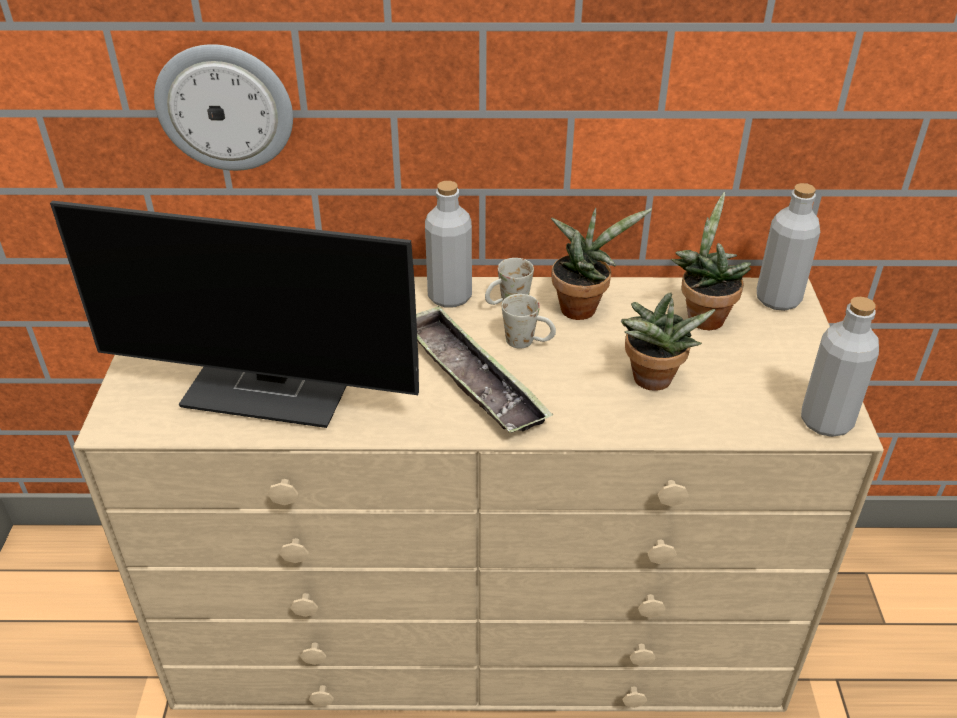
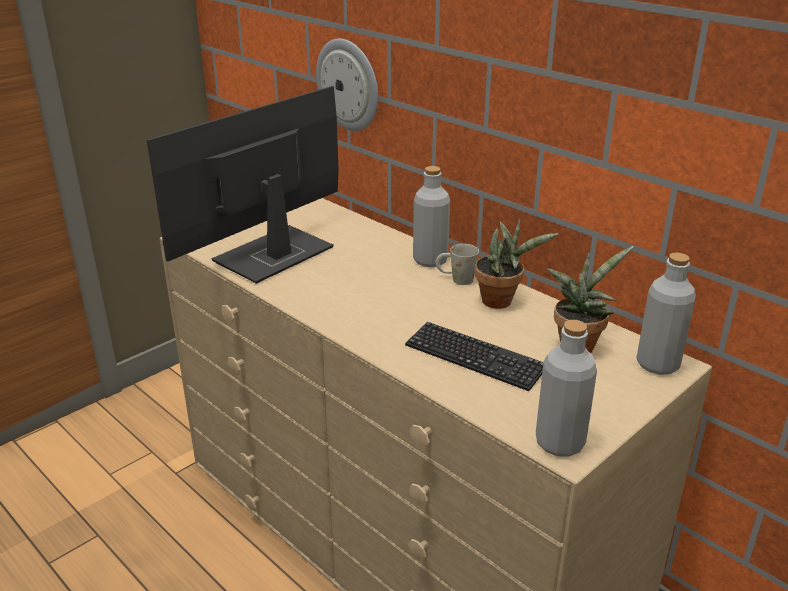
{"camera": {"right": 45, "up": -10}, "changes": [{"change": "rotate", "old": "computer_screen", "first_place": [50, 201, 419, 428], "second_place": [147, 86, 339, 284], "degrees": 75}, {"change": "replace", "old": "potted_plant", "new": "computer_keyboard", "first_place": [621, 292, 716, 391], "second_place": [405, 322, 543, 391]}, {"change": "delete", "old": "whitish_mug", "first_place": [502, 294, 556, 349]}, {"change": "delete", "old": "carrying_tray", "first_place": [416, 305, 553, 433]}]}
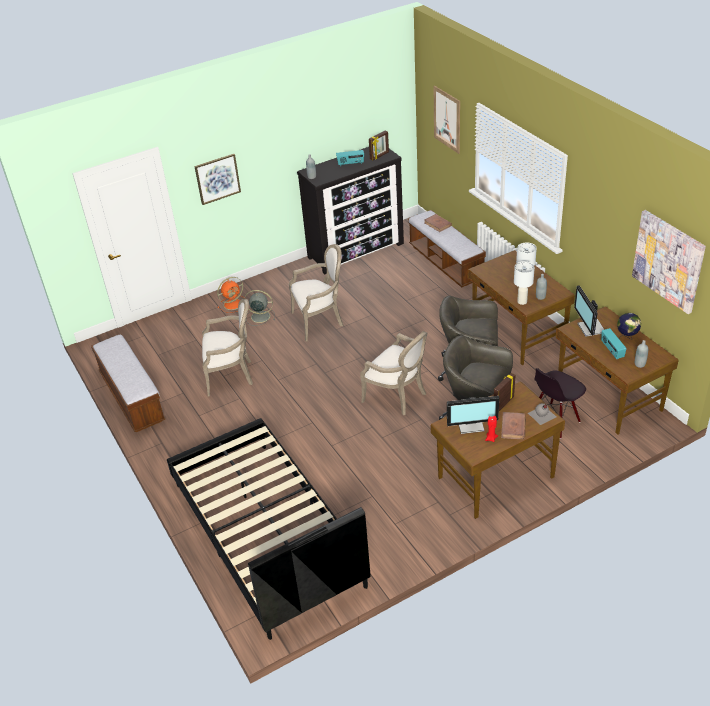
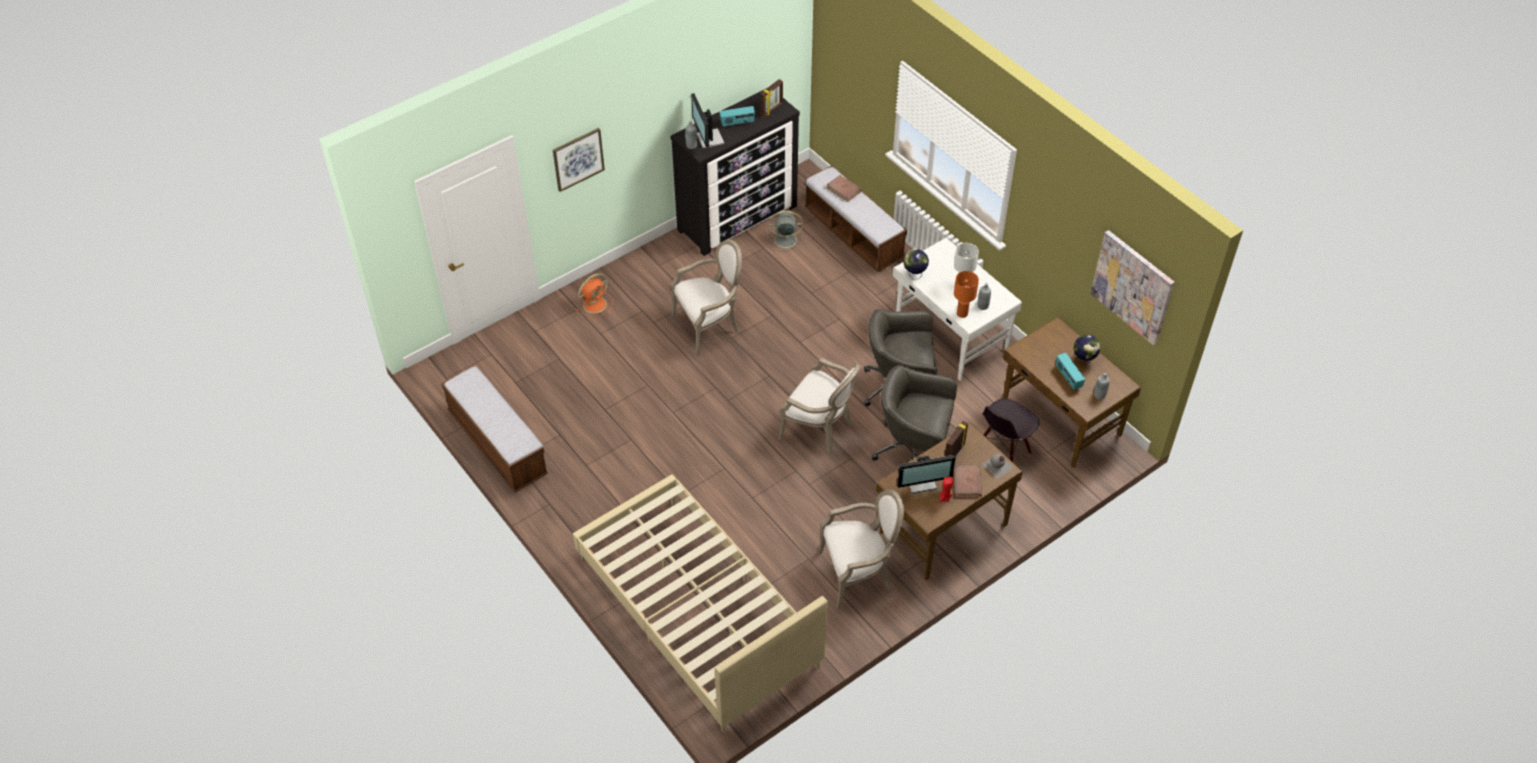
{"camera": {"right": -10, "up": 10}, "changes": [{"change": "delete", "old": "wall_art", "first_place": [434, 86, 460, 154]}, {"change": "recolor", "old": "brownish_desk_unit", "new": "whitish_desk_unit", "first_place": [468, 250, 575, 365], "second_place": [893, 238, 1022, 381]}, {"change": "recolor", "old": "whitish_tabletop_lamp", "new": "orange_tabletop_lamp", "first_place": [514, 261, 535, 305], "second_place": [954, 271, 979, 318]}, {"change": "move", "old": "computer_screen", "first_place": [574, 285, 605, 337], "second_place": [691, 93, 725, 148]}, {"change": "move", "old": "gray_electric_fan", "first_place": [244, 290, 275, 326], "second_place": [768, 211, 804, 252]}, {"change": "move", "old": "lounge_chair", "first_place": [202, 299, 253, 397], "second_place": [818, 489, 904, 610]}, {"change": "recolor", "old": "black-coloured_bed", "new": "beige-coloured_bed", "first_place": [167, 418, 371, 640], "second_place": [573, 474, 828, 733]}, {"change": "insert", "new": "world_globe", "second_place": [903, 249, 929, 279]}]}
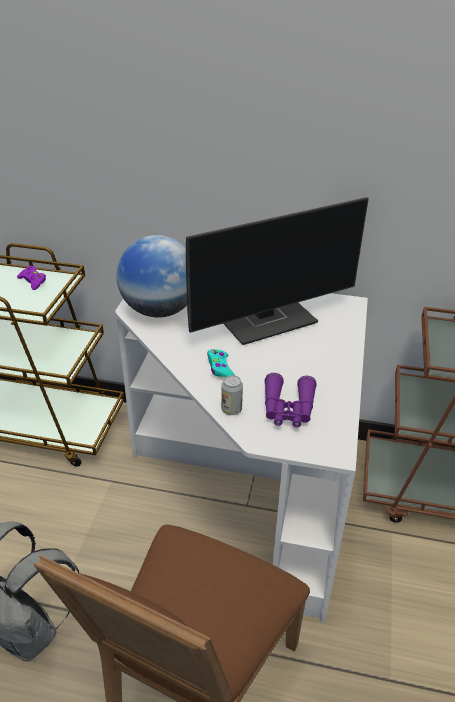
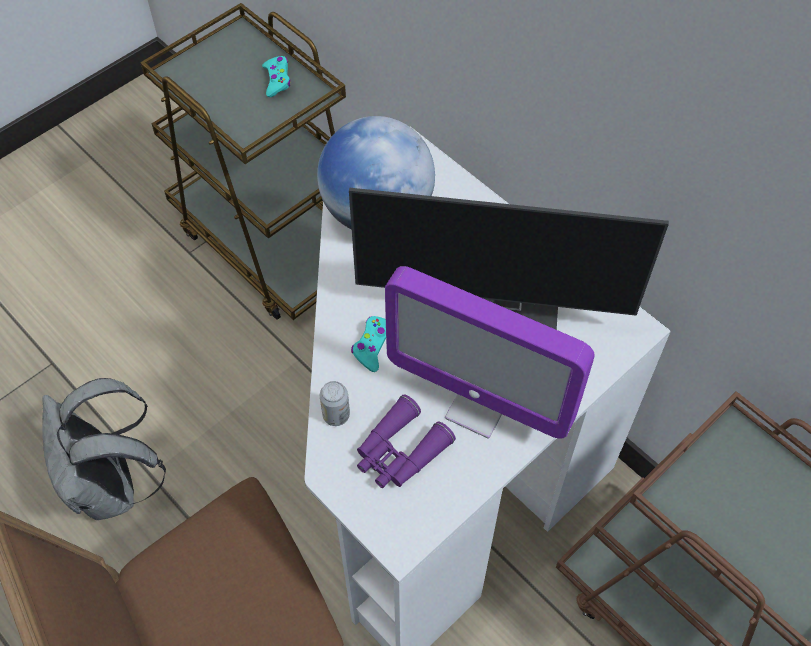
{"camera": {"right": 35, "up": 20}, "changes": [{"change": "recolor", "old": "purple_joypad", "new": "turquoise_joypad", "first_place": [17, 266, 46, 290], "second_place": [262, 56, 290, 97]}, {"change": "insert", "new": "computer_screen", "second_place": [385, 266, 595, 439]}]}
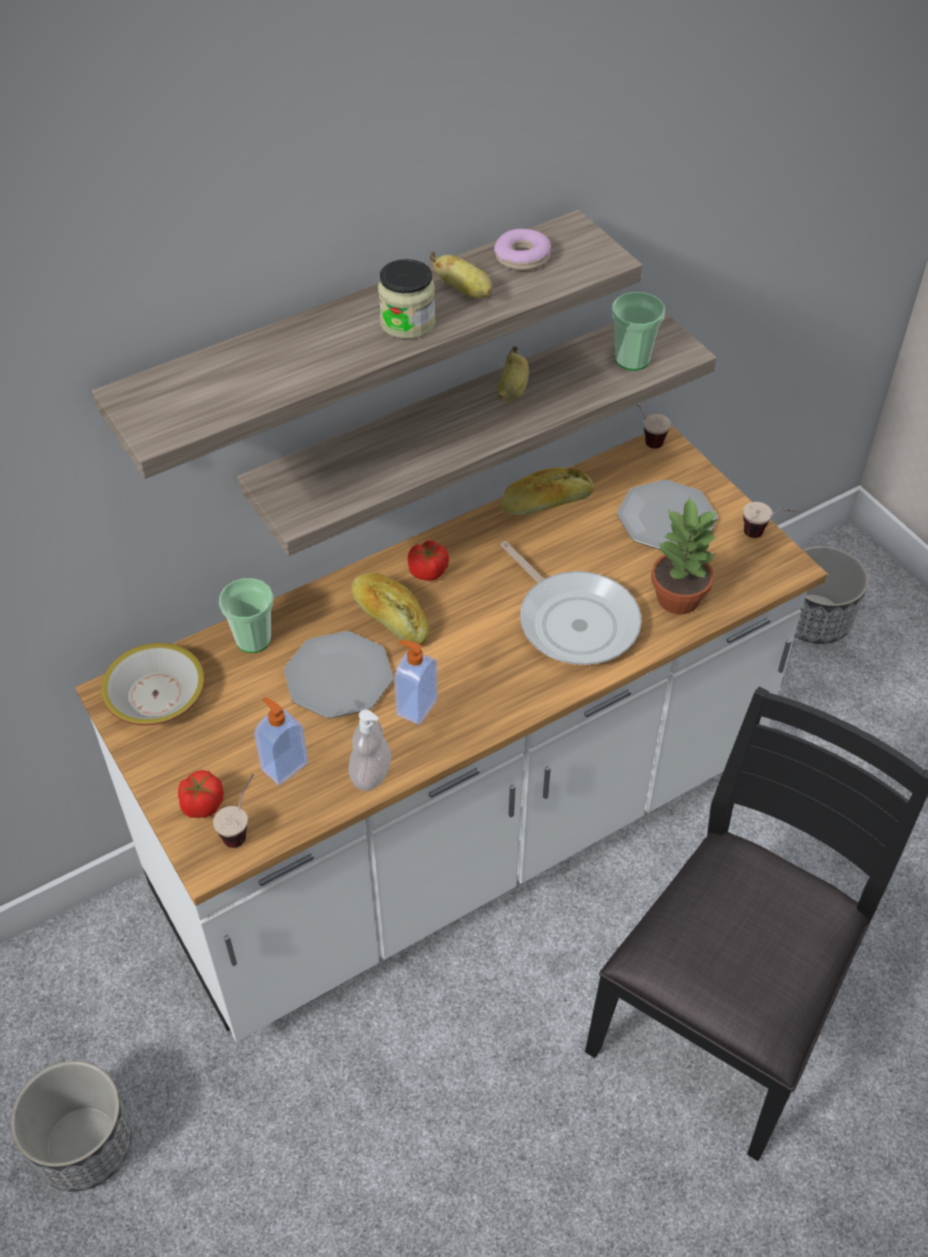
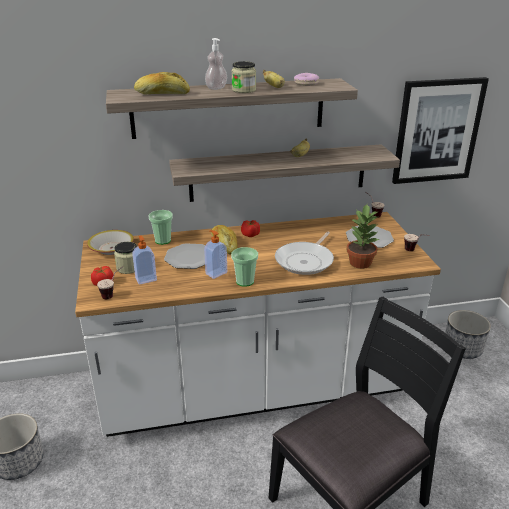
{"camera": {"right": 20, "up": -20}, "changes": [{"change": "move", "old": "small_cup", "first_place": [612, 292, 665, 371], "second_place": [231, 247, 258, 287]}, {"change": "move", "old": "baked_bread", "first_place": [500, 468, 594, 515], "second_place": [134, 72, 190, 94]}, {"change": "rotate", "old": "frying_pan", "first_place": [501, 541, 641, 665], "second_place": [275, 232, 334, 275], "degrees": 45}, {"change": "move", "old": "soap_dispenser", "first_place": [348, 710, 391, 791], "second_place": [205, 38, 227, 90]}, {"change": "insert", "new": "wall_art", "second_place": [392, 77, 489, 184]}, {"change": "insert", "new": "preserve_jar", "second_place": [114, 242, 137, 274]}]}
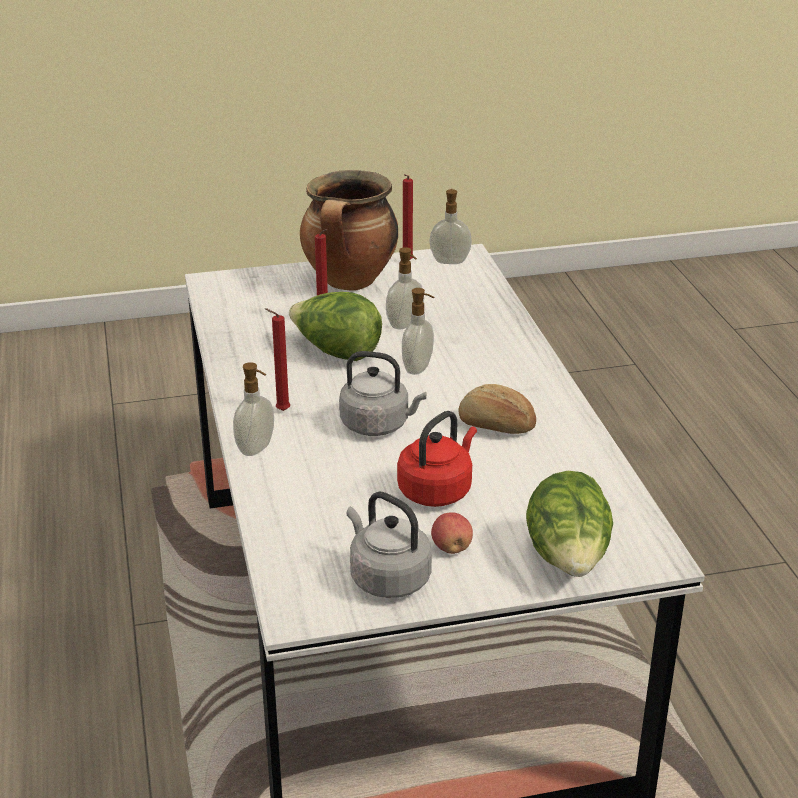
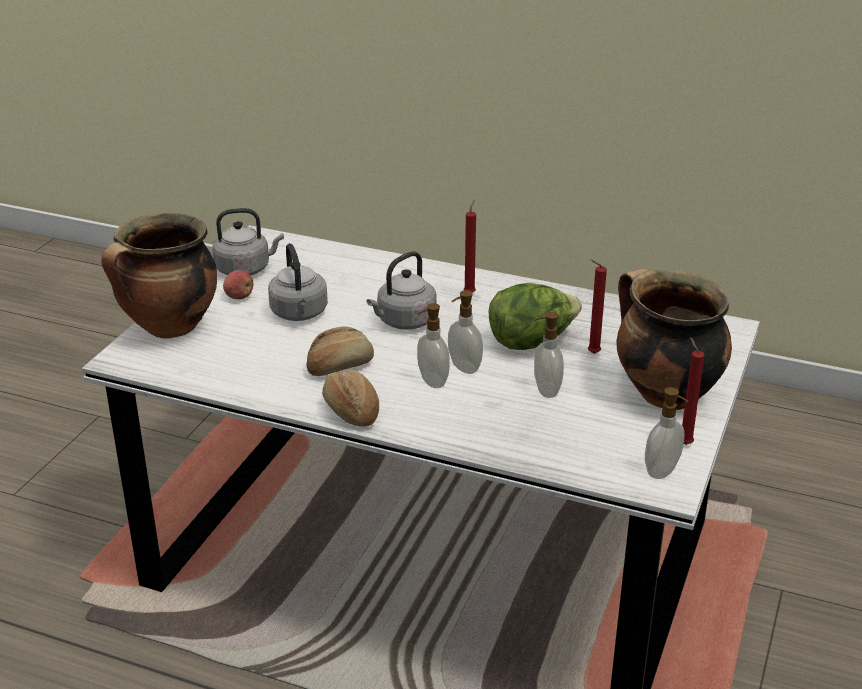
{"camera": {"right": 125, "up": 0}, "changes": [{"change": "move", "old": "soap_dispenser", "first_place": [233, 362, 274, 456], "second_place": [417, 303, 450, 388]}, {"change": "recolor", "old": "red-coloured_tea_kettle", "new": "gray_tea_kettle", "first_place": [397, 411, 477, 507], "second_place": [268, 243, 328, 321]}, {"change": "replace", "old": "lettuce_head", "new": "stockpot", "first_place": [526, 471, 613, 577], "second_place": [101, 213, 217, 338]}, {"change": "insert", "new": "baked_bread", "second_place": [322, 370, 379, 427]}]}
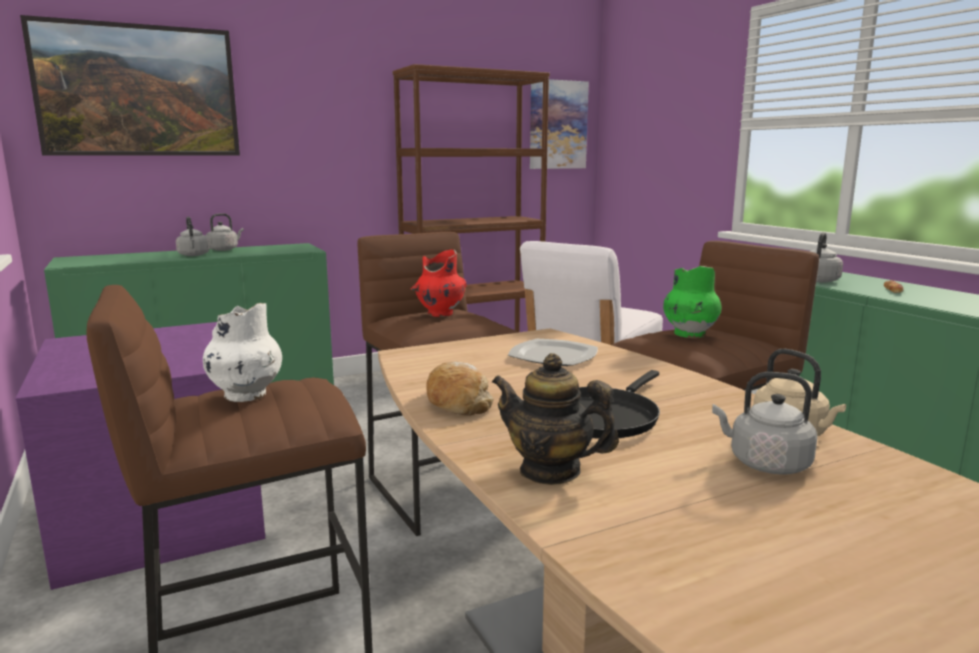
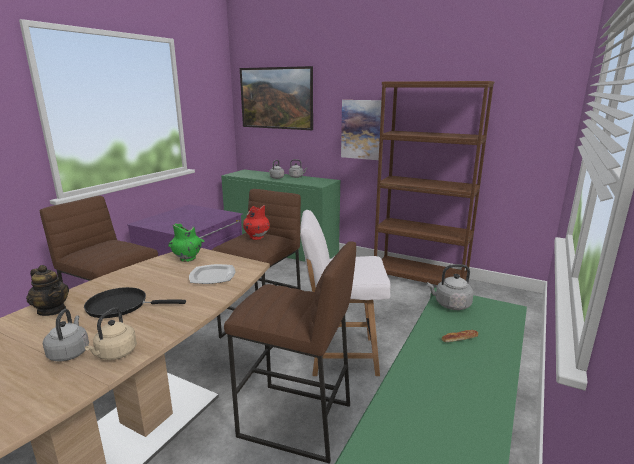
{"camera": {"right": 55, "up": 5}, "changes": [{"change": "move", "old": "wall_art", "first_place": [530, 79, 589, 169], "second_place": [341, 100, 381, 160]}, {"change": "move", "old": "green_flower_vase", "first_place": [663, 266, 721, 338], "second_place": [168, 223, 205, 262]}, {"change": "delete", "old": "whitish_flower_vase", "first_place": [203, 303, 282, 402]}, {"change": "rotate", "old": "tea_pot", "first_place": [492, 353, 619, 485], "second_place": [26, 265, 69, 316], "degrees": 135}, {"change": "delete", "old": "baked_bread", "first_place": [426, 362, 494, 415]}]}
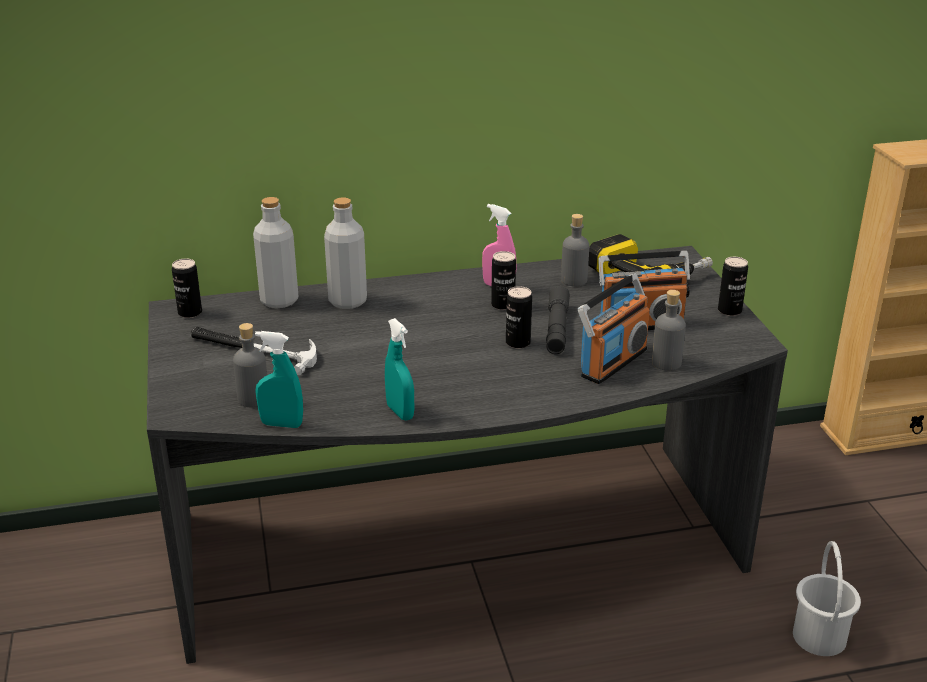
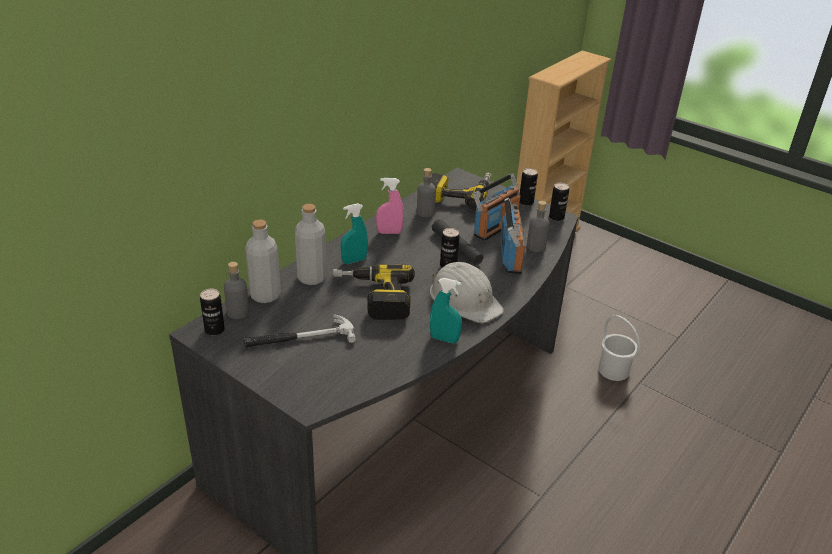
{"camera": {"right": -40, "up": 5}, "changes": [{"change": "move", "old": "sealed_can", "first_place": [491, 251, 516, 310], "second_place": [549, 183, 569, 221]}, {"change": "move", "old": "gray_beverage_bottle", "first_place": [233, 323, 267, 407], "second_place": [224, 262, 249, 319]}, {"change": "move", "old": "turquoise_sprayer", "first_place": [255, 331, 303, 428], "second_place": [341, 203, 368, 264]}, {"change": "insert", "new": "whitish_safety_helmet", "second_place": [430, 262, 504, 323]}, {"change": "insert", "new": "power_drill", "second_place": [333, 265, 415, 320]}]}
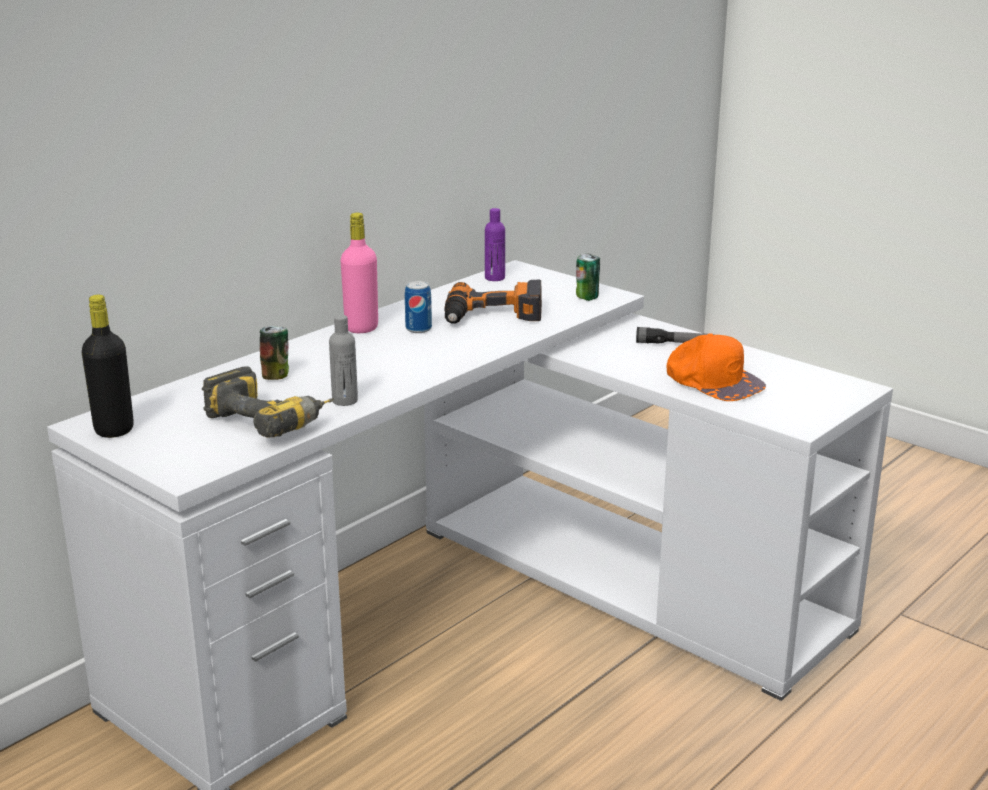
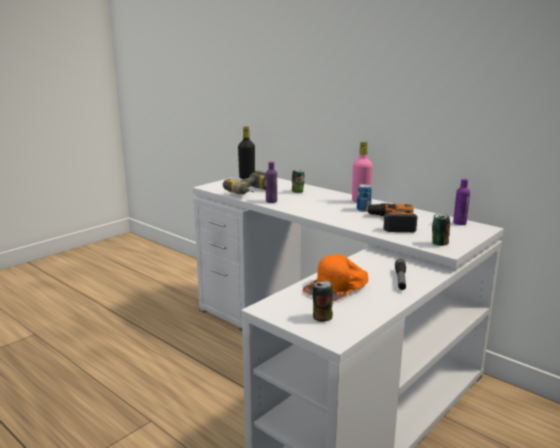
{"camera": {"right": 90, "up": -5}, "changes": [{"change": "recolor", "old": "gray_beverage_bottle", "new": "purple_beverage_bottle", "first_place": [329, 315, 358, 406], "second_place": [266, 162, 277, 203]}, {"change": "insert", "new": "sealed_can", "second_place": [313, 281, 333, 322]}]}
